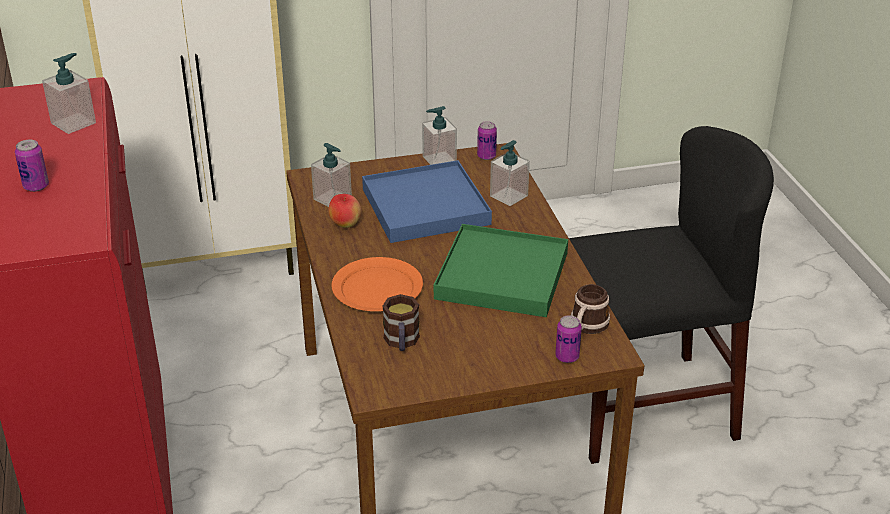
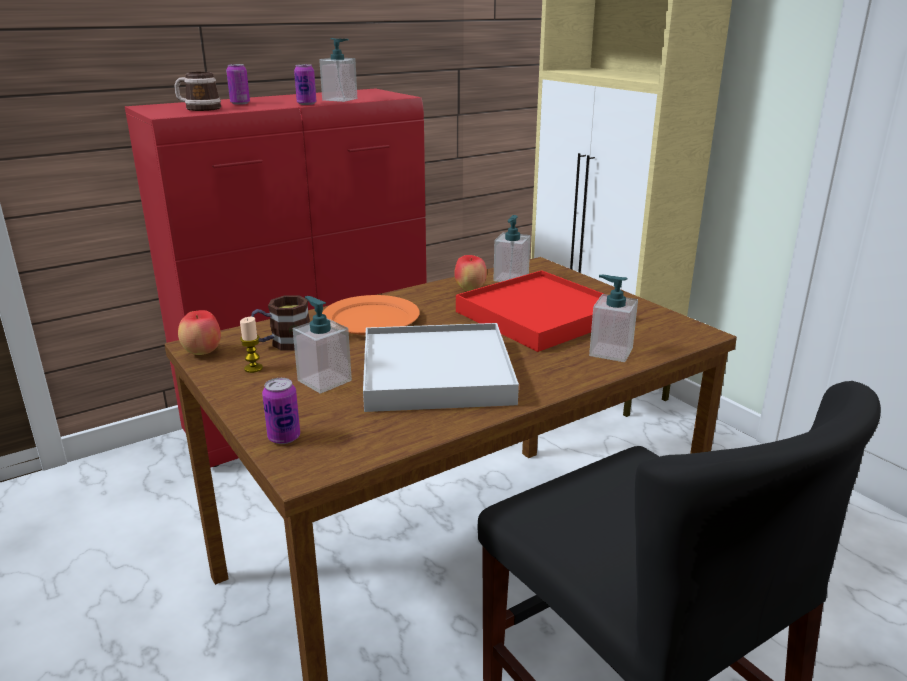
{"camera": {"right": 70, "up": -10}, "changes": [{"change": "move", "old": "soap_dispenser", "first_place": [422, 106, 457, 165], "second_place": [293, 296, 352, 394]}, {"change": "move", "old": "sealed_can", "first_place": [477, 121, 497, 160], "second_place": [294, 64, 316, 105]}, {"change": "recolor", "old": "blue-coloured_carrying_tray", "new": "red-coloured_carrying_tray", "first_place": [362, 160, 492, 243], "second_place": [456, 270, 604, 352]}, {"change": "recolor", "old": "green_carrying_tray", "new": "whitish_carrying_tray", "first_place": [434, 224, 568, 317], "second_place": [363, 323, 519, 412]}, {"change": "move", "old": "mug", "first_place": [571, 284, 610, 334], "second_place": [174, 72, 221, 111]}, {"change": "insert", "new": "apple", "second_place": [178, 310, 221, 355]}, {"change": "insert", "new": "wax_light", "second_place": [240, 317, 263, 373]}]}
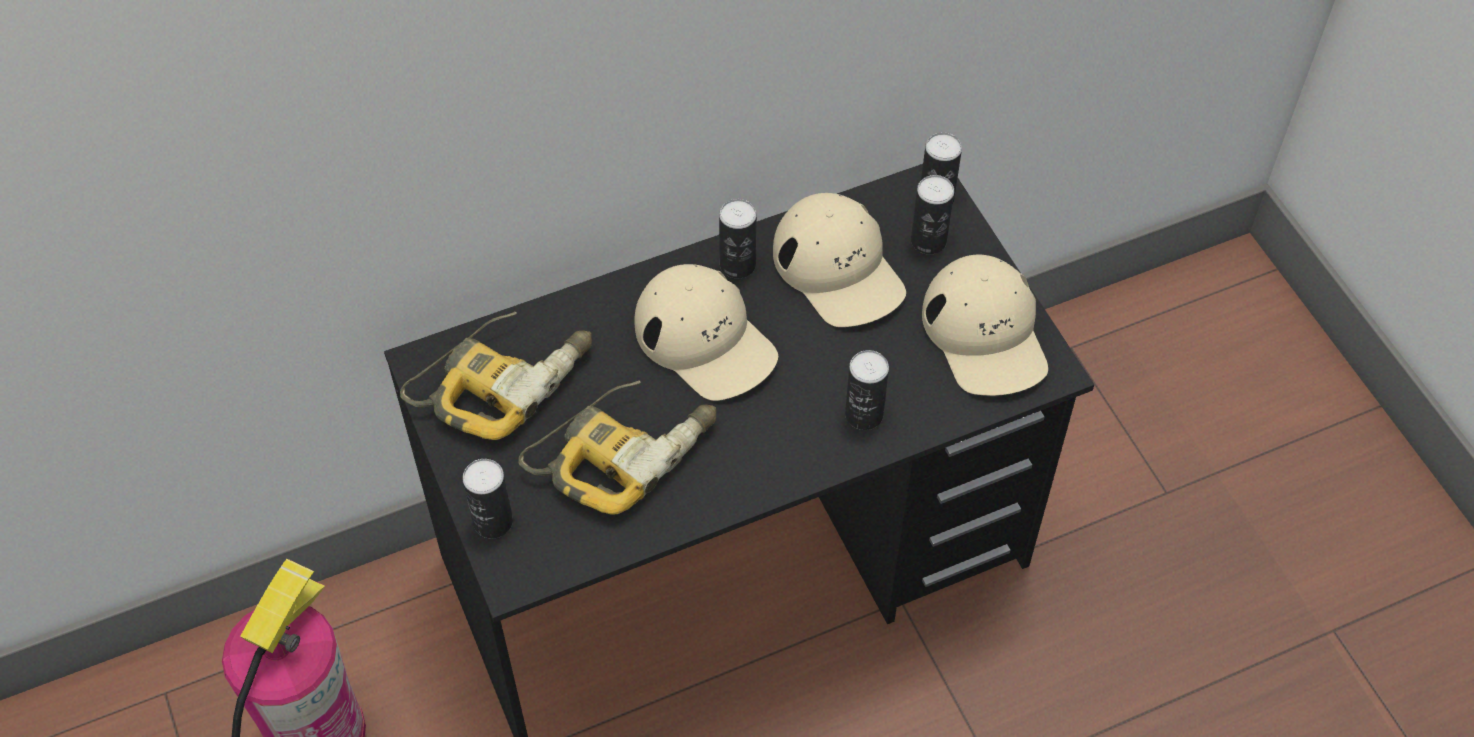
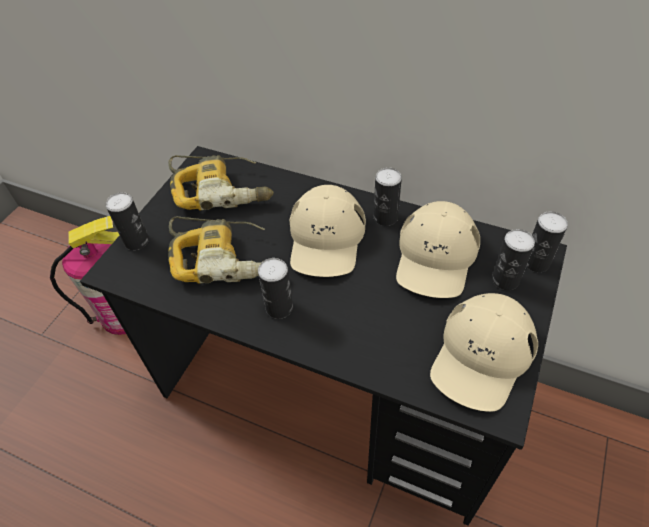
{"camera": {"right": 50, "up": -5}, "changes": [{"change": "move", "old": "sealed_can", "first_place": [845, 350, 889, 430], "second_place": [258, 258, 293, 319]}]}
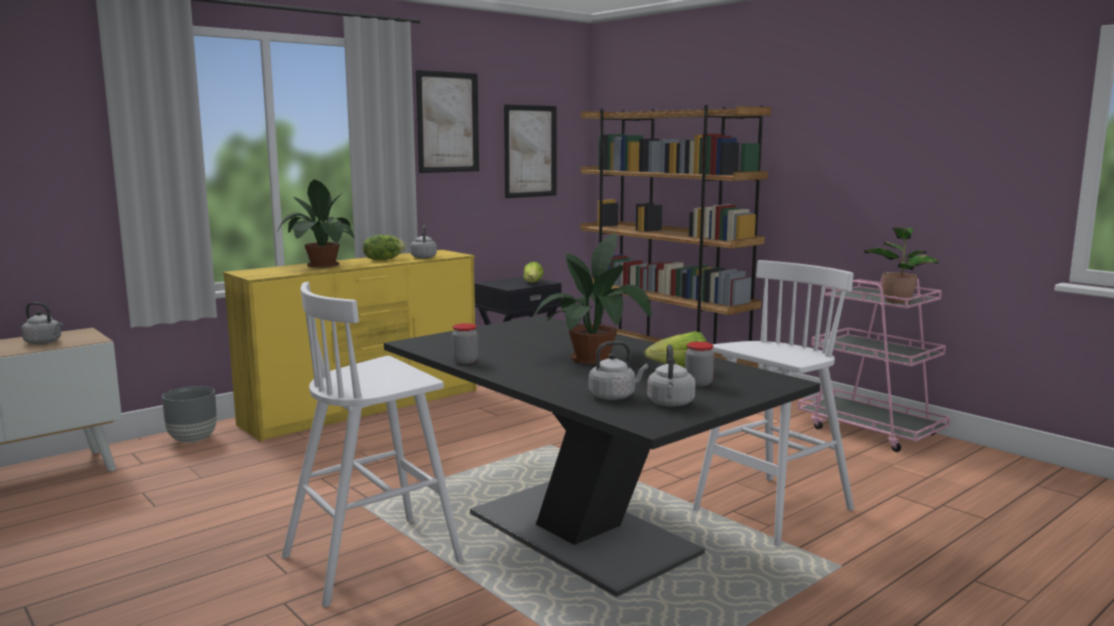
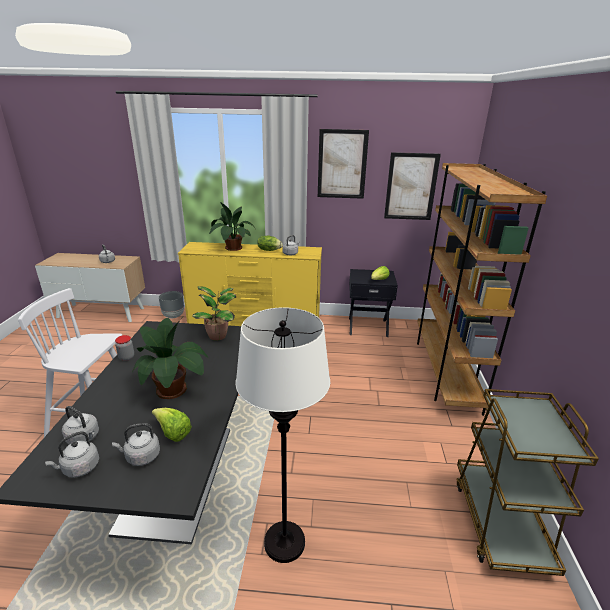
{"camera": {"right": 45, "up": 15}, "changes": [{"change": "move", "old": "potted_plant", "first_place": [864, 228, 939, 303], "second_place": [192, 286, 236, 341]}, {"change": "replace", "old": "whitish_stool_seat", "new": "whitish_standing_lamp", "first_place": [692, 260, 854, 547], "second_place": [236, 307, 330, 563]}, {"change": "recolor", "old": "pink_wheeled_cart", "new": "brownish_wheeled_cart", "first_place": [798, 272, 950, 452], "second_place": [456, 389, 599, 576]}, {"change": "replace", "old": "preserve_jar", "new": "gray_tea_kettle", "first_place": [685, 342, 714, 387], "second_place": [112, 423, 160, 466]}]}
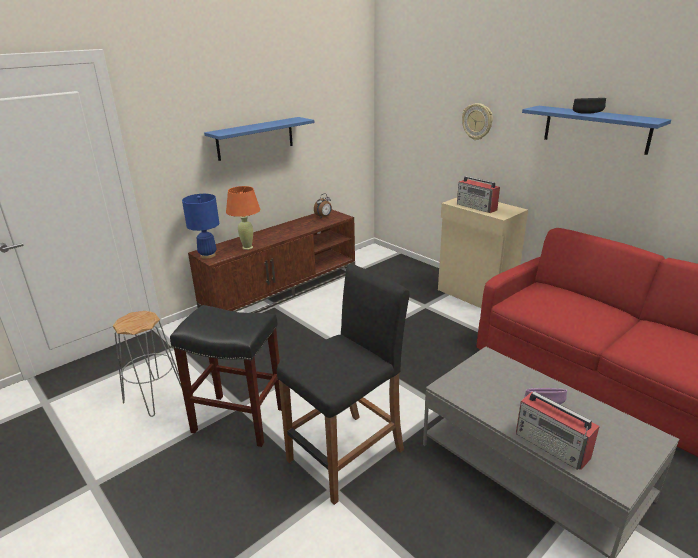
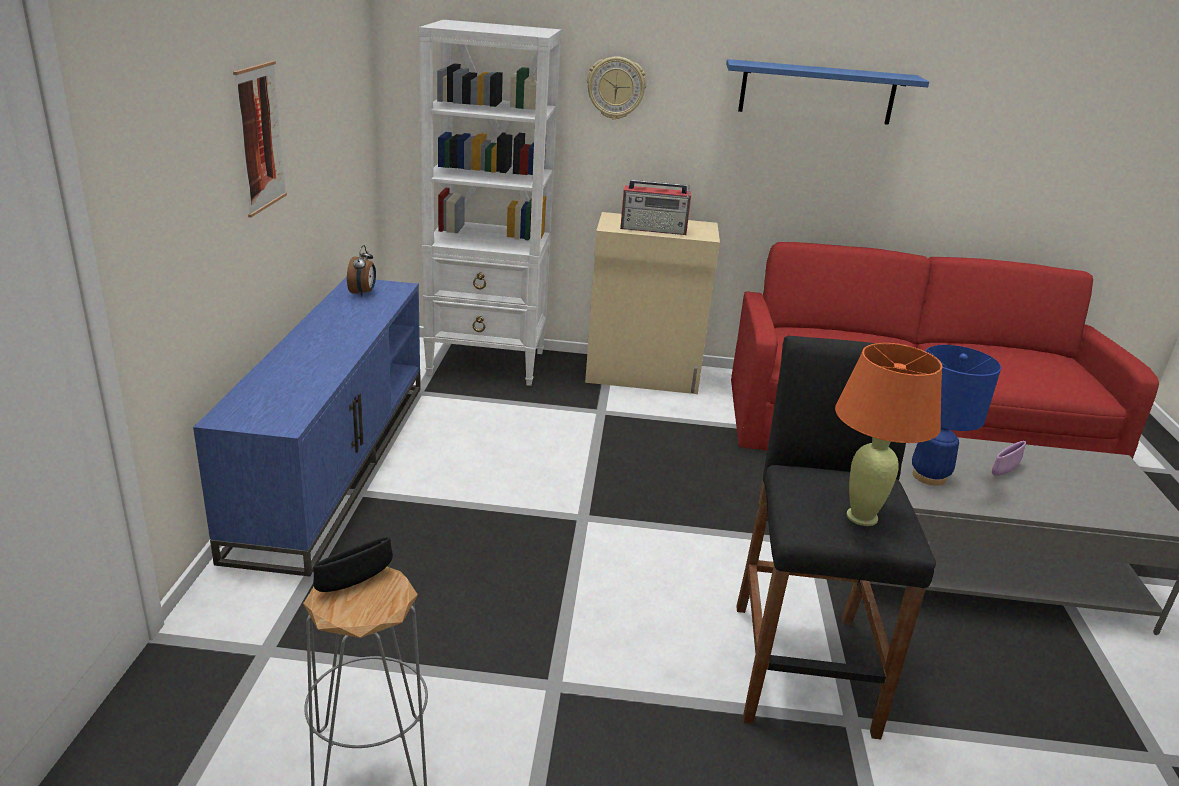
{"camera": {"right": -45, "up": 0}, "changes": [{"change": "move", "old": "black-coloured_serving_bowl", "first_place": [573, 98, 606, 114], "second_place": [313, 537, 393, 592]}, {"change": "replace", "old": "blue-coloured_bracket_shelf", "new": "wall_art", "first_place": [204, 117, 314, 161], "second_place": [233, 61, 287, 217]}, {"change": "move", "old": "orange_tabletop_lamp", "first_place": [226, 186, 260, 250], "second_place": [835, 343, 942, 526]}, {"change": "move", "old": "blue-coloured_tabletop_lamp", "first_place": [182, 194, 219, 259], "second_place": [912, 345, 1001, 486]}, {"change": "recolor", "old": "brownish_media_console", "new": "blue-coloured_media_console", "first_place": [188, 210, 355, 313], "second_place": [193, 277, 421, 577]}, {"change": "delete", "old": "black-coloured_stool_seat", "first_place": [170, 305, 282, 447]}, {"change": "delete", "old": "radio", "first_place": [516, 392, 600, 470]}, {"change": "insert", "new": "whitish_shelving_unit", "second_place": [419, 20, 561, 386]}]}
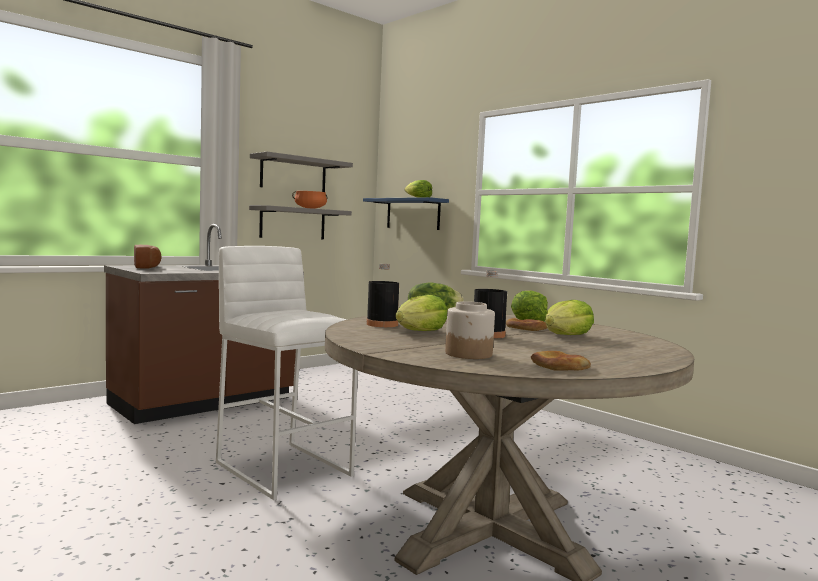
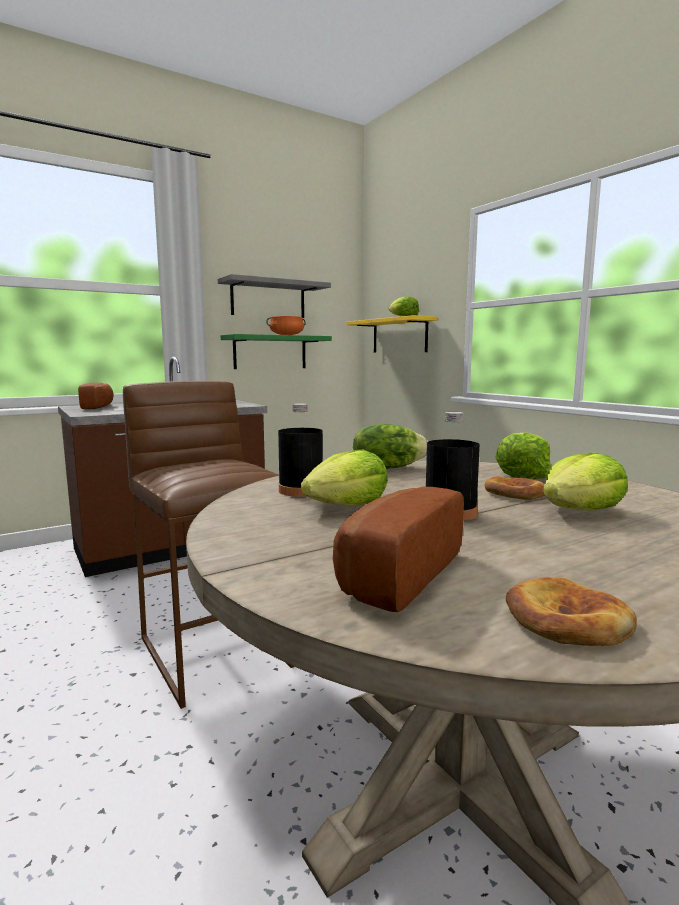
{"camera": {"right": 10, "up": 5}, "changes": [{"change": "recolor", "old": "blue-coloured_bracket_shelf", "new": "yellow-coloured_bracket_shelf", "first_place": [363, 197, 449, 230], "second_place": [346, 315, 437, 353]}, {"change": "recolor", "old": "gray_bracket_shelf", "new": "green_bracket_shelf", "first_place": [249, 205, 352, 240], "second_place": [221, 334, 332, 369]}, {"change": "recolor", "old": "whitish_stool_seat", "new": "brownish_stool_seat", "first_place": [216, 246, 358, 500], "second_place": [123, 381, 294, 709]}, {"change": "replace", "old": "preserve_jar", "new": "baked_bread", "first_place": [445, 301, 495, 359], "second_place": [333, 487, 464, 612]}]}
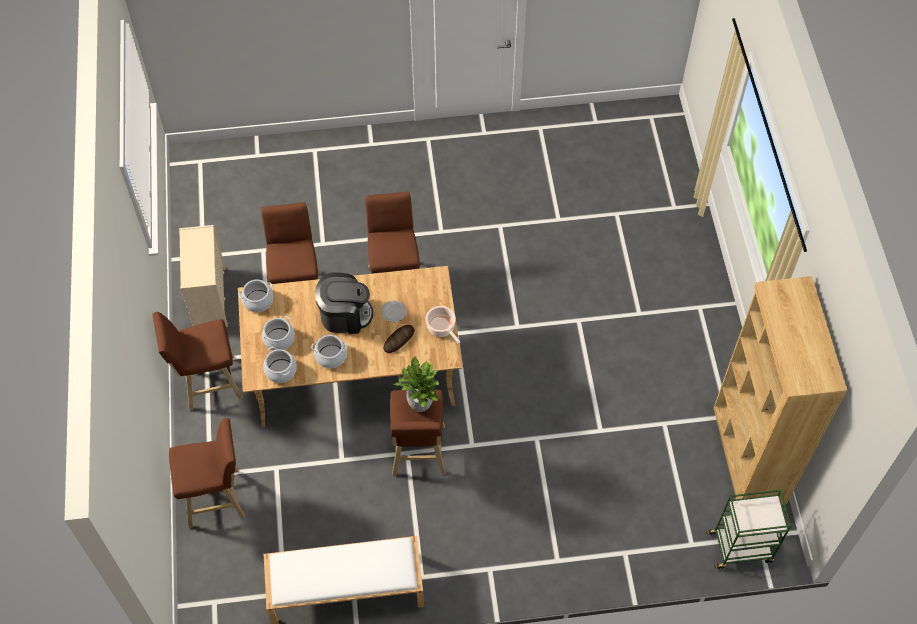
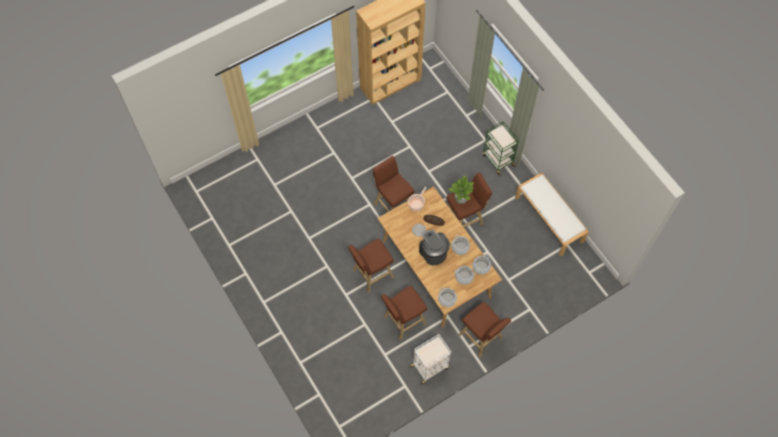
{"camera": {"right": -115, "up": 5}, "changes": [{"change": "replace", "old": "beige-coloured_dresser", "new": "whitish_wheeled_cart", "first_place": [179, 225, 228, 327], "second_place": [409, 334, 451, 385]}, {"change": "move", "old": "brownish_stool_seat", "first_place": [169, 418, 245, 528], "second_place": [373, 156, 415, 212]}, {"change": "move", "old": "green_wheeled_cart", "first_place": [706, 490, 791, 569], "second_place": [482, 121, 519, 176]}]}
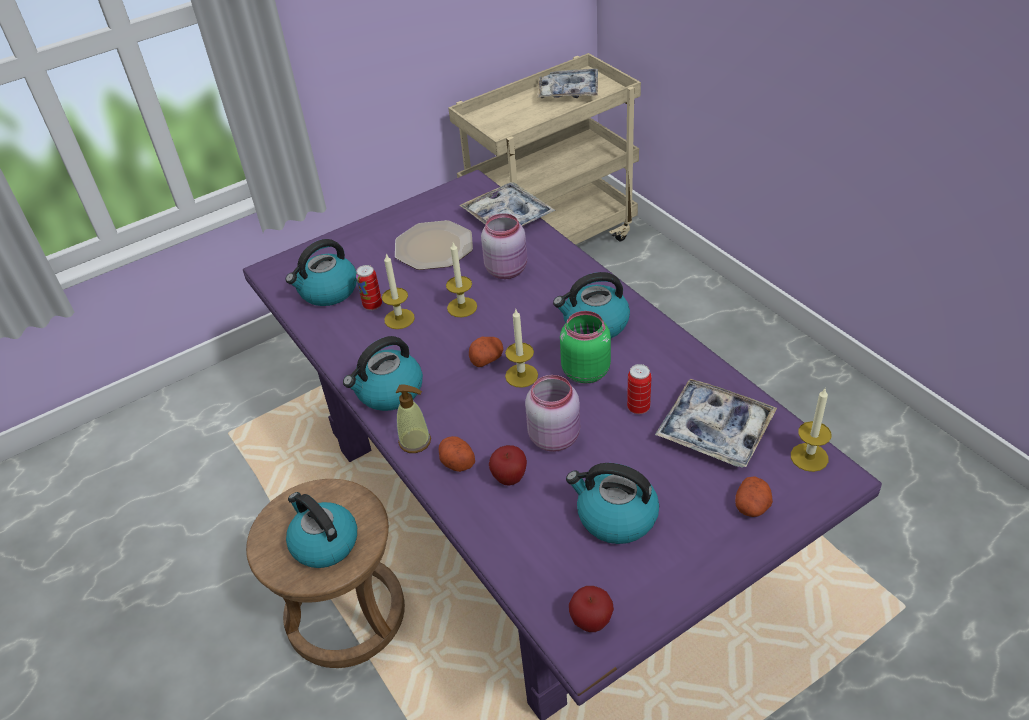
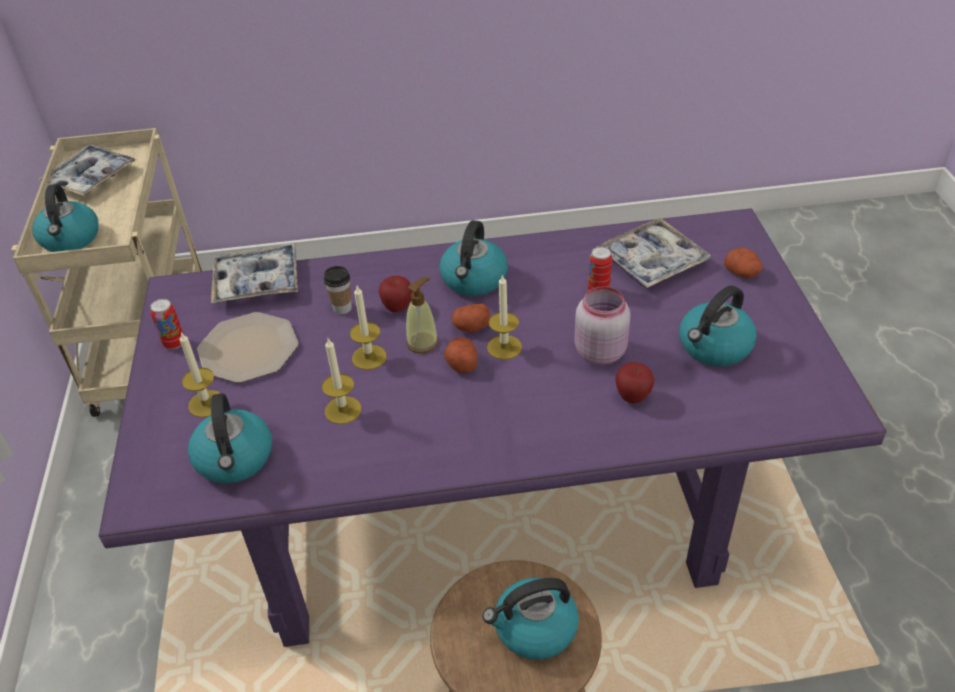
{"camera": {"right": -65, "up": 0}, "changes": [{"change": "replace", "old": "pink_preserve_jar", "new": "small_cup", "first_place": [481, 213, 527, 279], "second_place": [324, 266, 352, 314]}, {"change": "move", "old": "sealed_can", "first_place": [356, 265, 382, 310], "second_place": [150, 299, 183, 349]}, {"change": "delete", "old": "green_preserve_jar", "first_place": [560, 311, 611, 384]}, {"change": "move", "old": "tea_kettle", "first_place": [343, 336, 423, 411], "second_place": [32, 184, 99, 252]}, {"change": "move", "old": "soap_dispenser", "first_place": [396, 384, 431, 453], "second_place": [406, 277, 439, 354]}, {"change": "move", "old": "wax_light", "first_place": [791, 389, 831, 472], "second_place": [180, 332, 220, 418]}, {"change": "move", "old": "spud", "first_place": [439, 436, 475, 472], "second_place": [451, 304, 490, 333]}, {"change": "move", "old": "apple", "first_place": [569, 586, 614, 632], "second_place": [379, 276, 412, 312]}]}
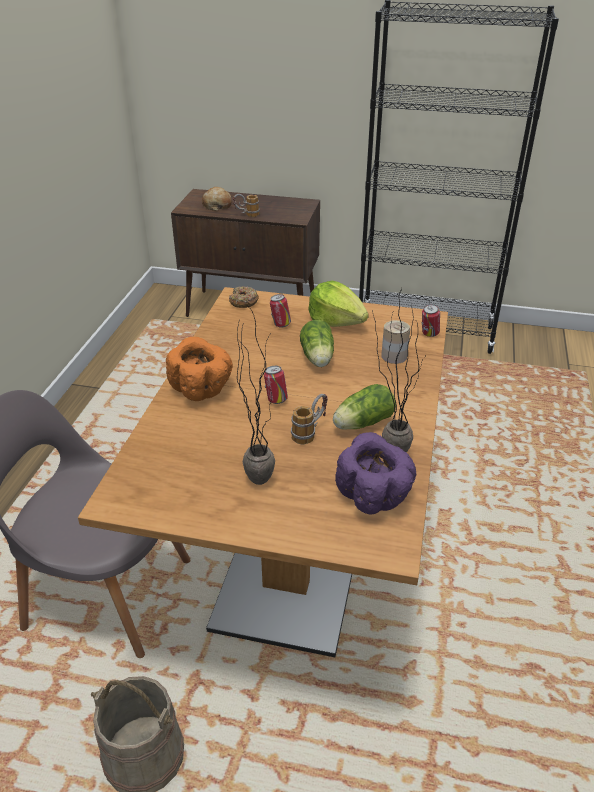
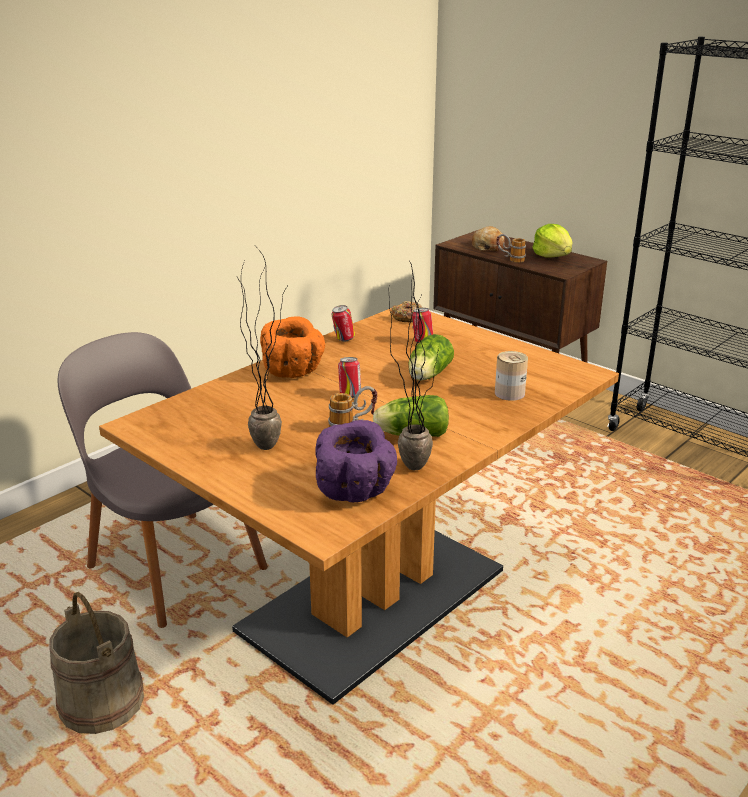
{"camera": {"right": 30, "up": -10}, "changes": [{"change": "move", "old": "lettuce_head", "first_place": [308, 281, 369, 327], "second_place": [532, 224, 572, 258]}, {"change": "move", "old": "sealed_can", "first_place": [422, 304, 440, 337], "second_place": [332, 305, 355, 342]}]}
